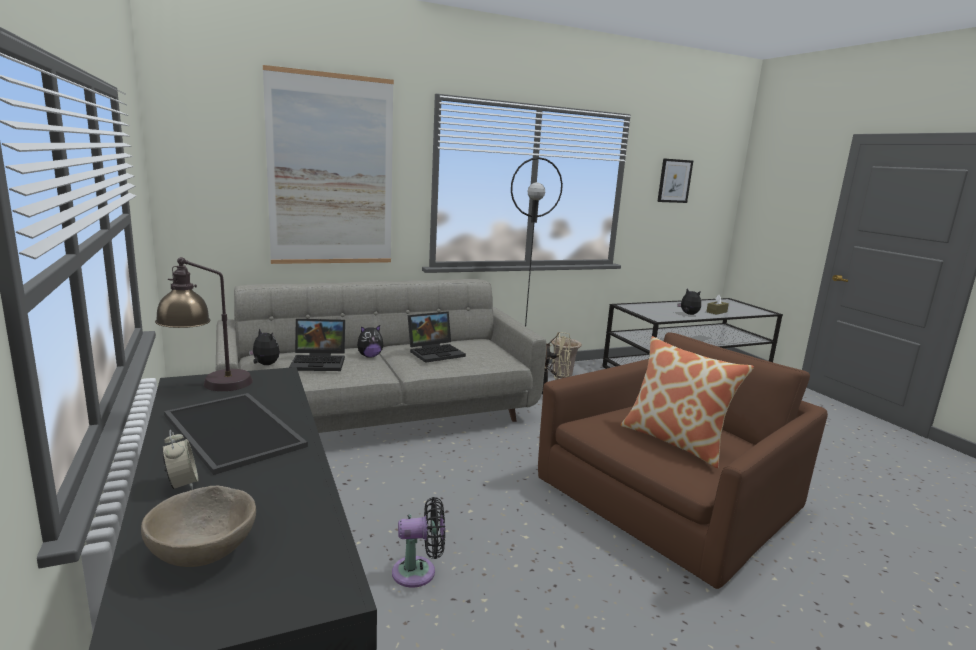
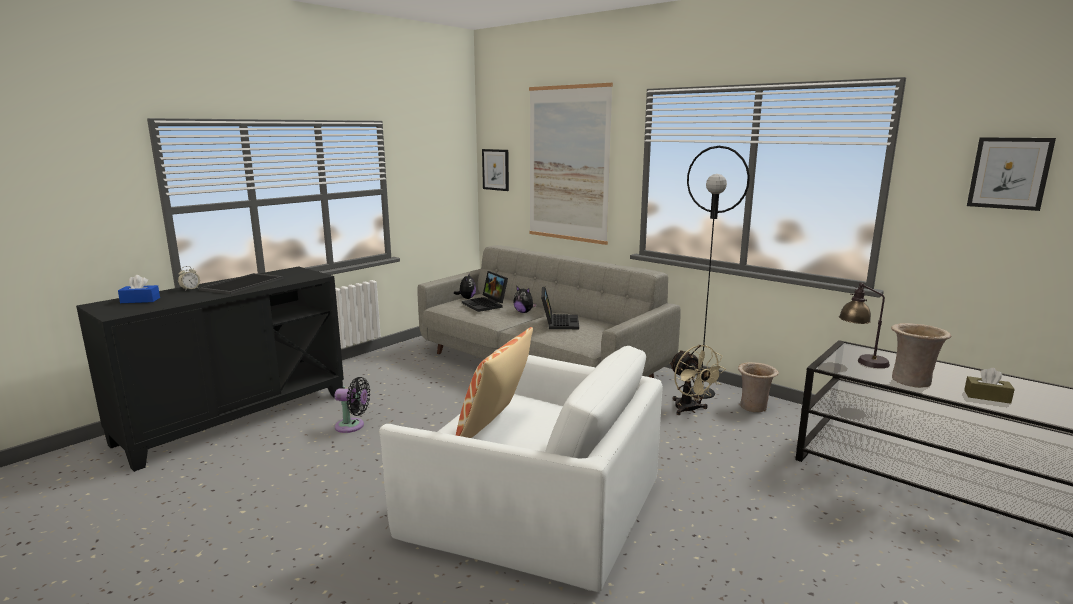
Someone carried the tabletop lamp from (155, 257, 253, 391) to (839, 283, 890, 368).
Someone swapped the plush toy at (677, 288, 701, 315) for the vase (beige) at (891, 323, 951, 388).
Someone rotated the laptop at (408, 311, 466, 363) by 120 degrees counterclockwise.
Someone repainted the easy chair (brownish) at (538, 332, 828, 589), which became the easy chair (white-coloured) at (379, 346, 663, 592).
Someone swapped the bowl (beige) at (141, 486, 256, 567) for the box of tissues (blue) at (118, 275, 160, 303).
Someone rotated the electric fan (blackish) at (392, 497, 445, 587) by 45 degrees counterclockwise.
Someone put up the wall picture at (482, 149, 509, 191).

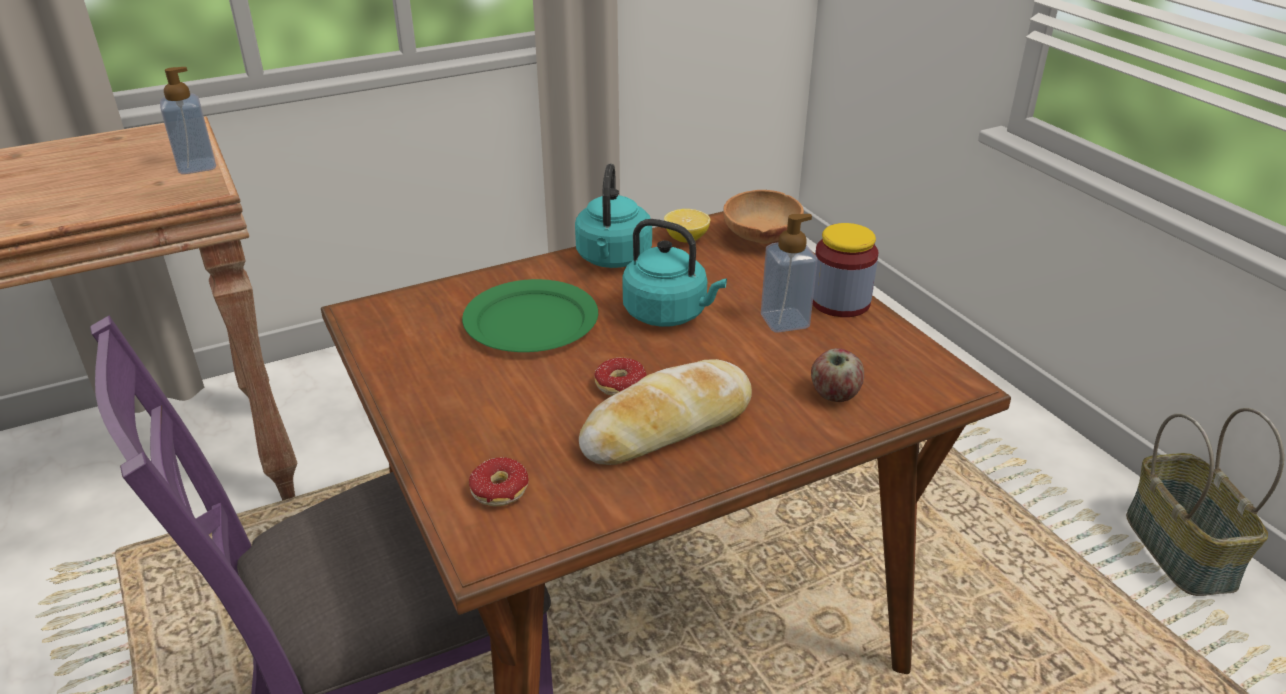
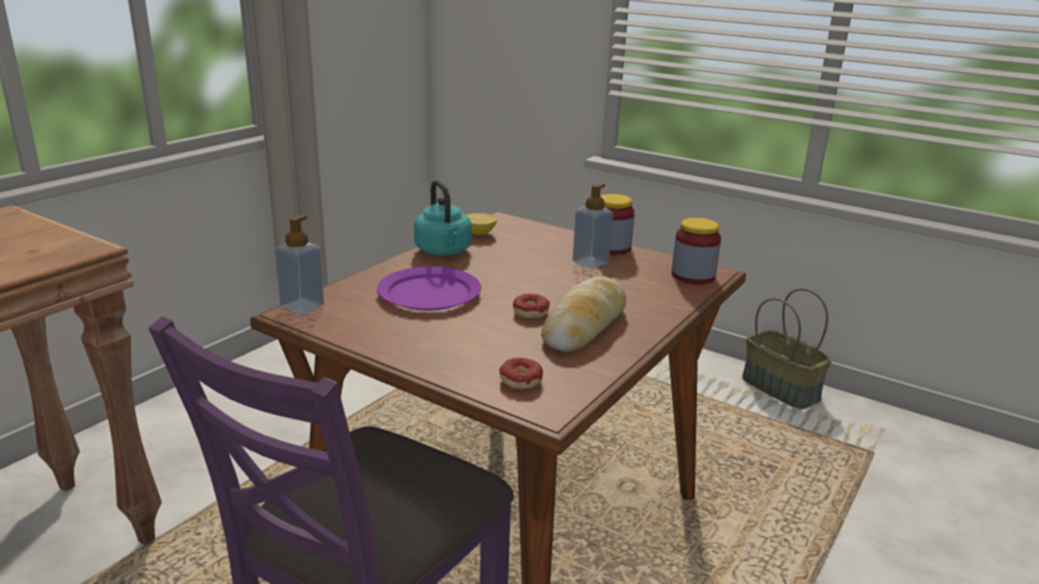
Someone carried the soap bottle from (160, 67, 216, 174) to (275, 215, 324, 315).
Someone took away the bowl (brownish) at (723, 190, 804, 244).
Someone took away the water kettle (turquoise) at (622, 219, 727, 327).
Someone repainted the dinner plate (green) at (462, 279, 598, 352), which became the dinner plate (purple) at (377, 267, 481, 311).
Someone took away the apple fruit at (811, 348, 864, 402).
Someone put down the jar at (671, 218, 721, 284).

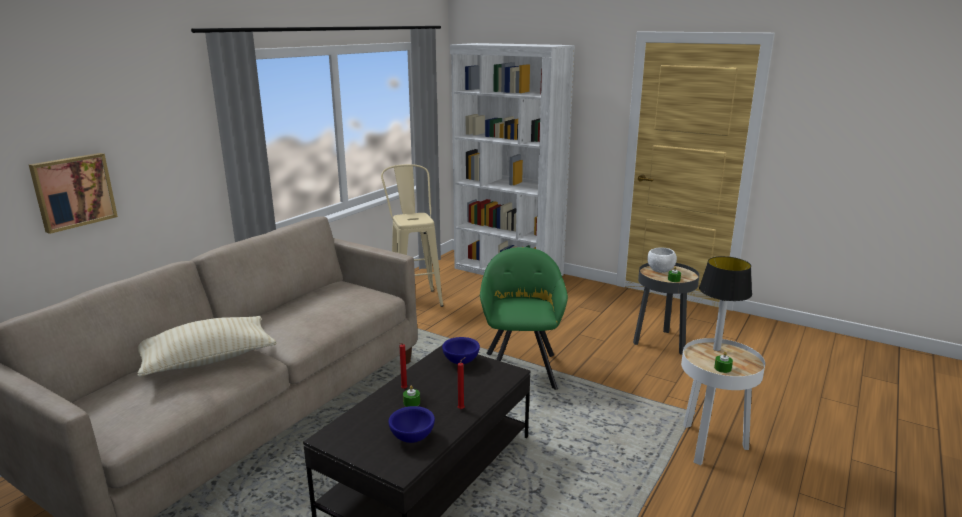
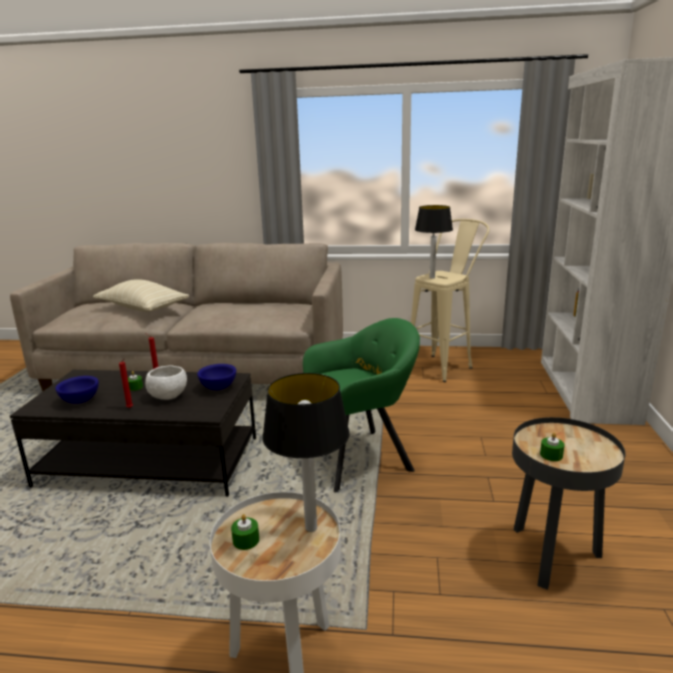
Someone took away the wall picture at (29, 153, 118, 234).
Someone carried the bowl (white-coloured) from (647, 247, 677, 273) to (145, 365, 187, 400).
Someone put down the tabletop lamp at (415, 205, 453, 279).

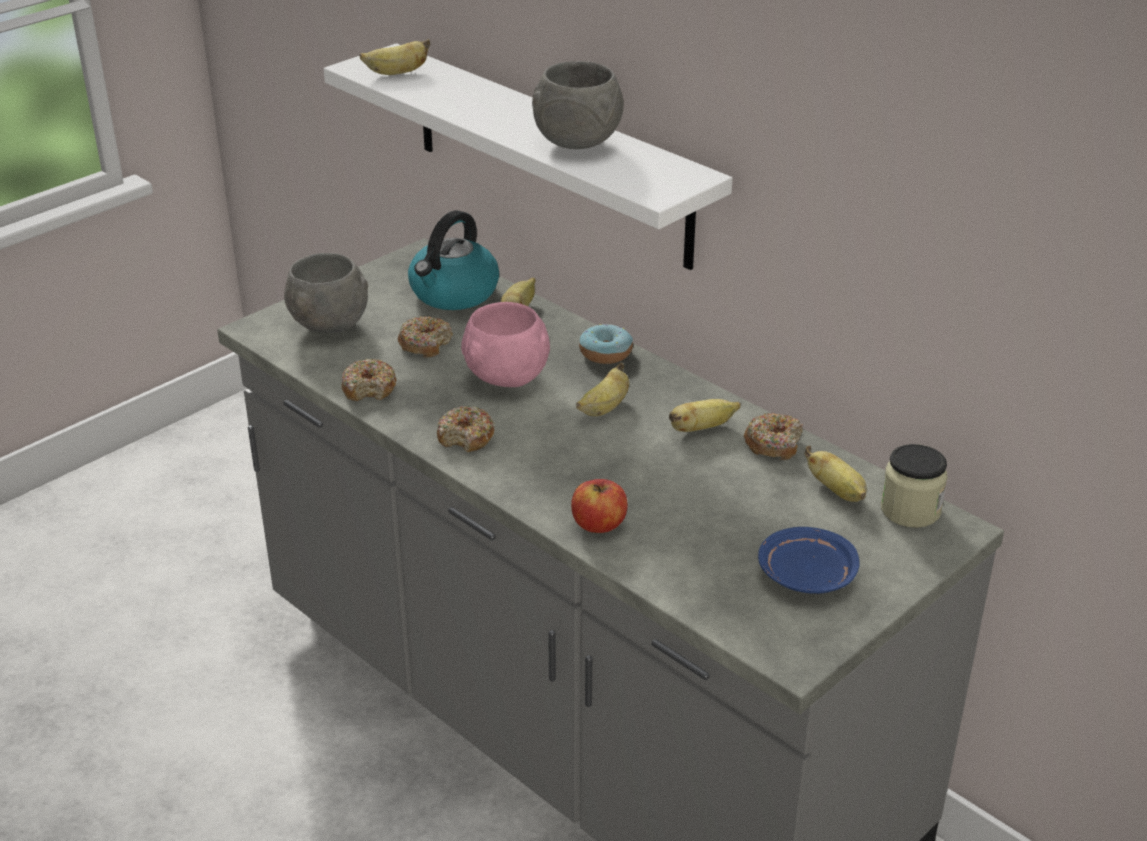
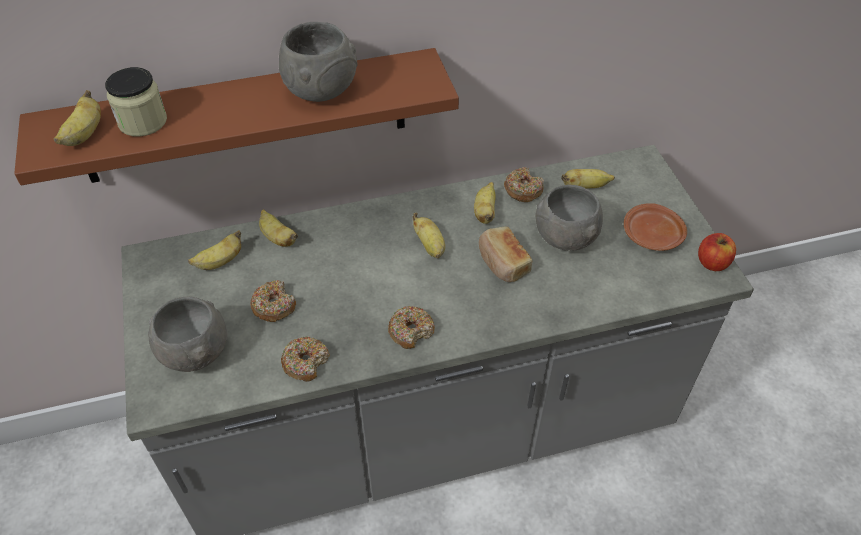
Someone repainted the wall shelf (white-coloured) at (324, 43, 733, 270), which became the wall shelf (brownish) at (14, 48, 459, 185).
Someone swapped the water kettle at (408, 210, 499, 310) for the whole banana at (188, 230, 241, 270).
Someone took away the bowl (pinkish) at (461, 302, 550, 387).
Someone took away the donut at (579, 324, 633, 364).
Someone carried the jar from (881, 444, 948, 528) to (105, 67, 167, 137).
Someone carried the apple fruit from (571, 479, 628, 533) to (698, 233, 736, 271).
Someone repainted the dinner plate (blue) at (758, 527, 859, 594), which became the dinner plate (brownish) at (624, 203, 687, 251).
Someone put down the bowl (greyish) at (535, 185, 603, 251).
Someone put down the bakery bread at (479, 226, 532, 282).

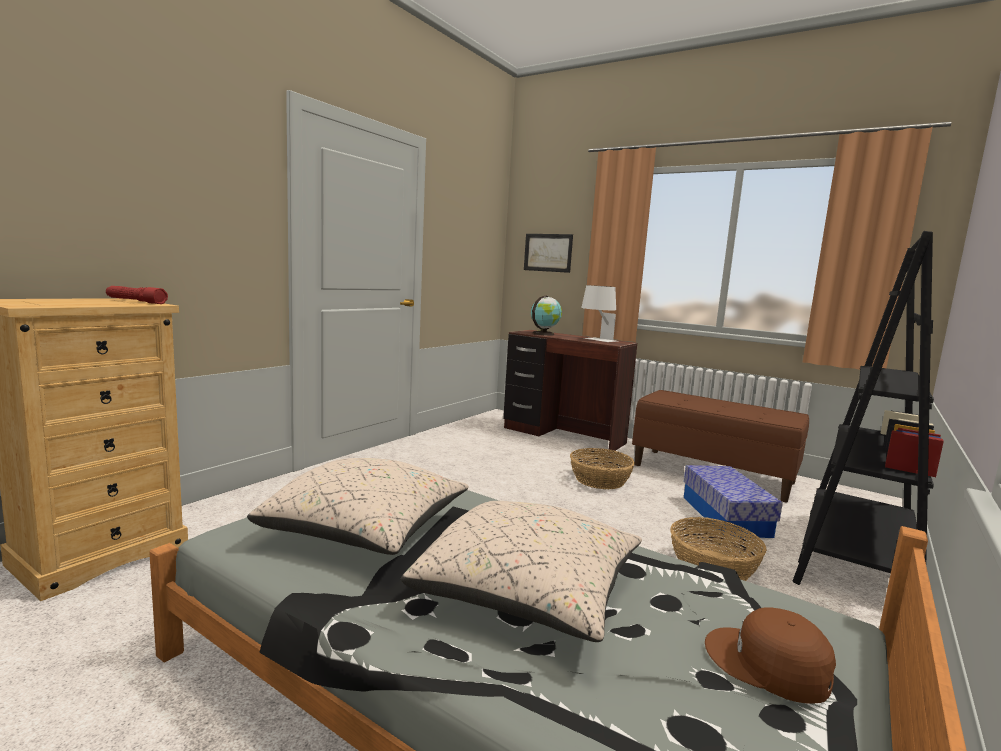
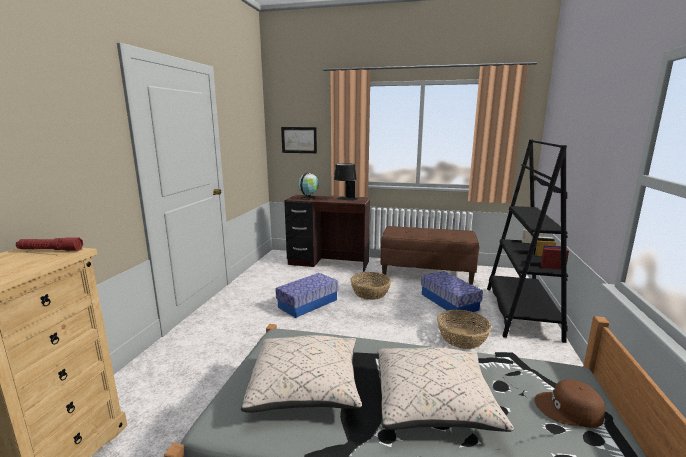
Someone repainted the tabletop lamp (white-coloured) at (581, 285, 617, 342), which became the tabletop lamp (blackish) at (334, 163, 359, 201).
Someone put down the storage bin at (275, 273, 338, 318).

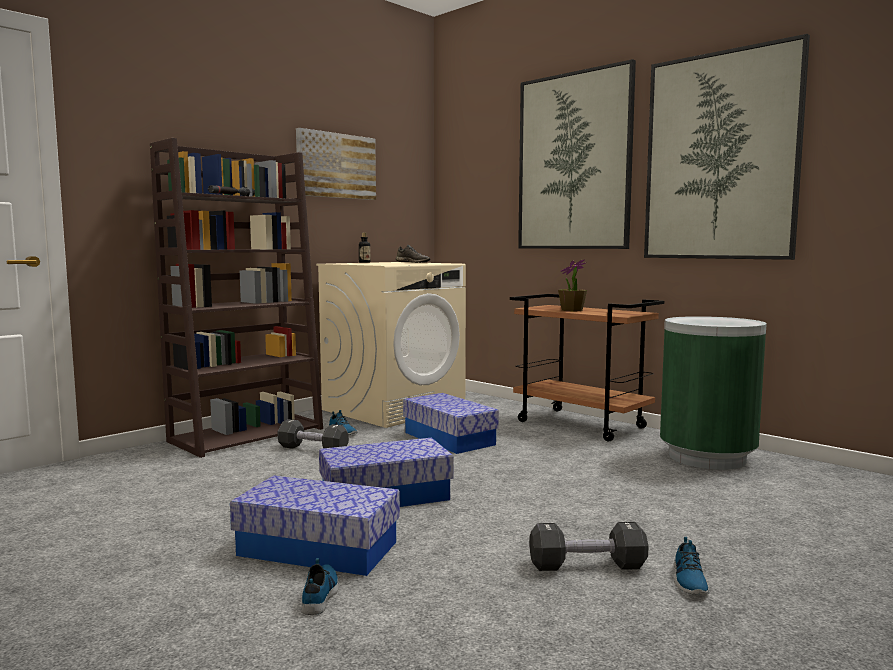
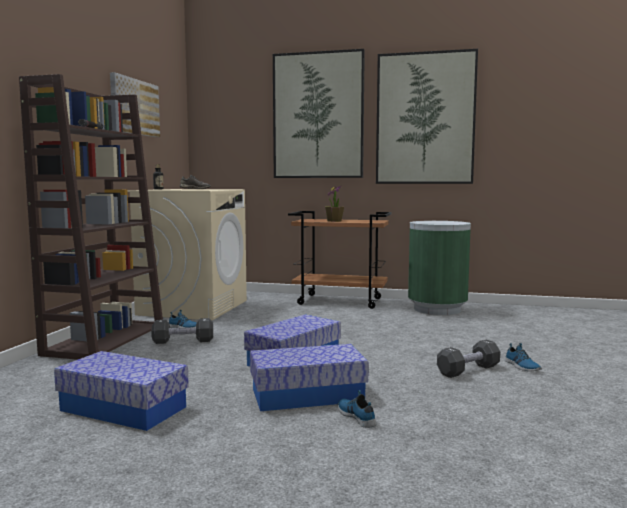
Someone carried the storage bin from (403, 393, 499, 454) to (54, 351, 189, 431).

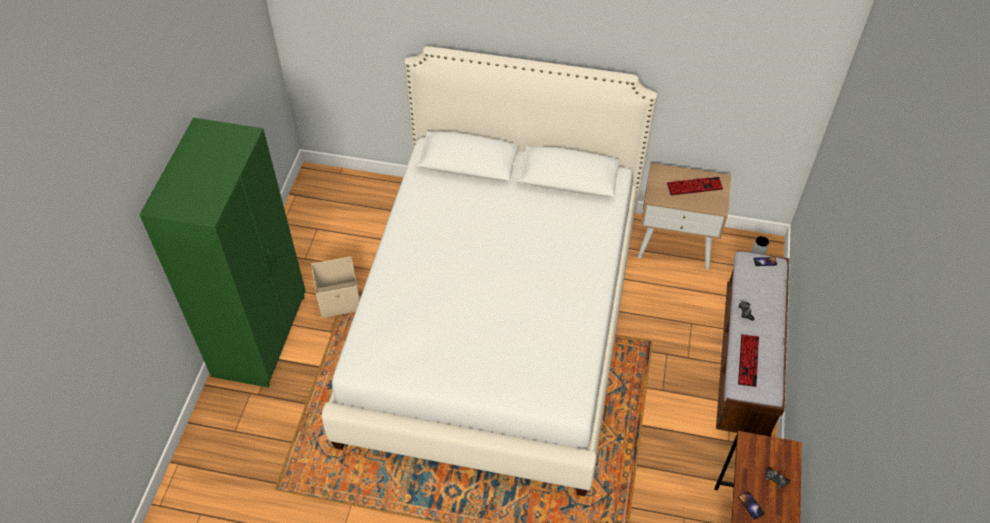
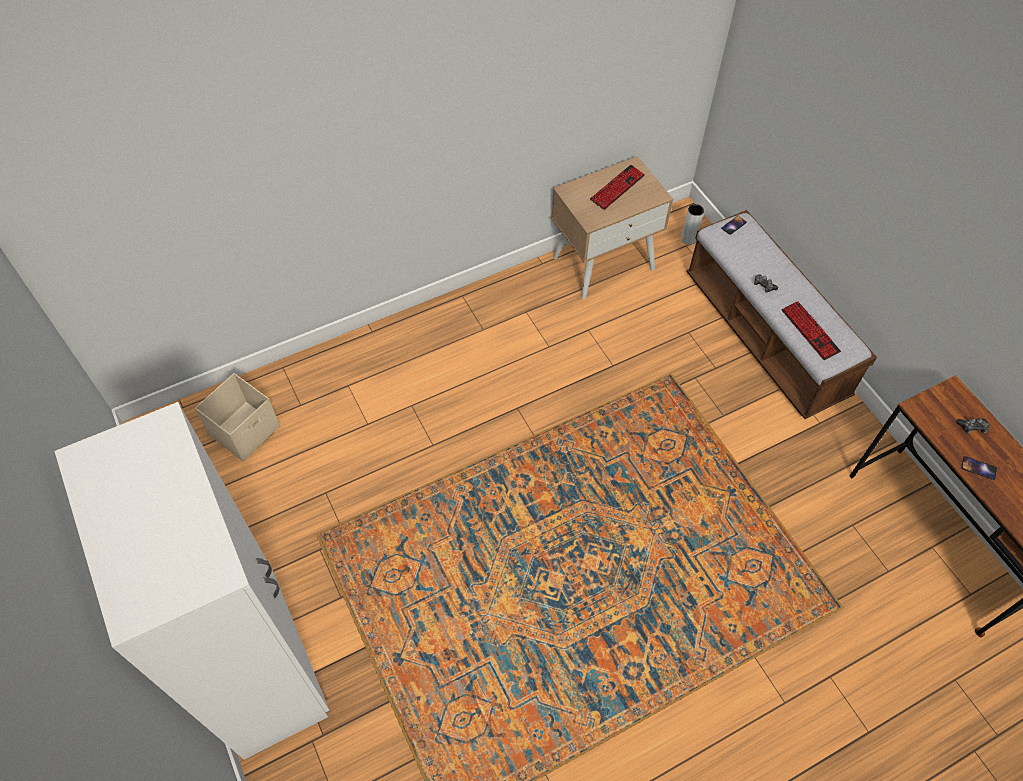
Someone took away the bed (white-coloured) at (322, 46, 657, 496).
Someone repainted the wardrobe (green) at (139, 118, 306, 388), which became the wardrobe (white-coloured) at (54, 402, 329, 760).
Someone carried the storage bin (beige) from (311, 256, 360, 318) to (195, 373, 280, 461).

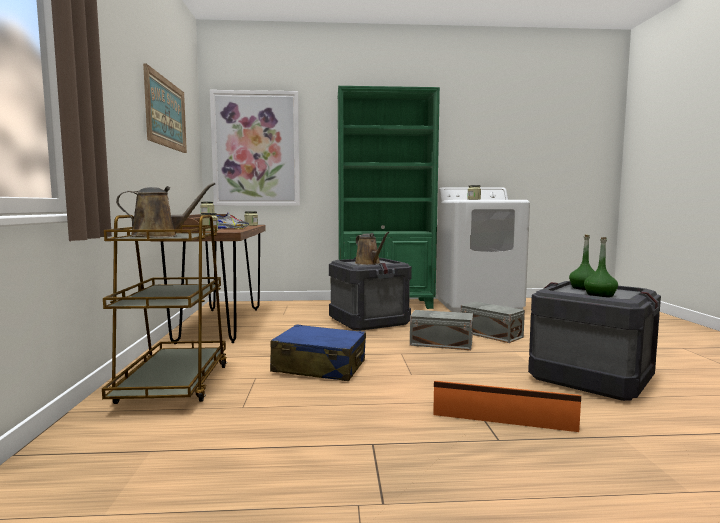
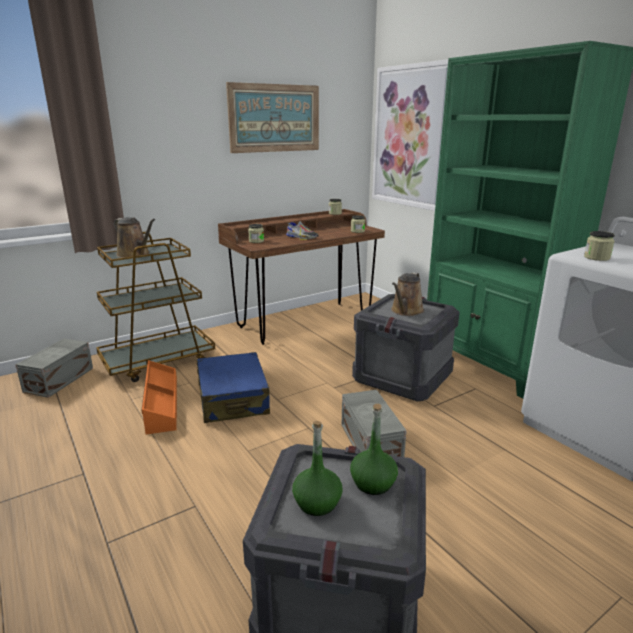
Someone carried the storage bin (greyish) from (460, 302, 525, 343) to (15, 339, 93, 398).
Someone carried the storage bin (orange) from (433, 381, 581, 432) to (142, 360, 177, 434).

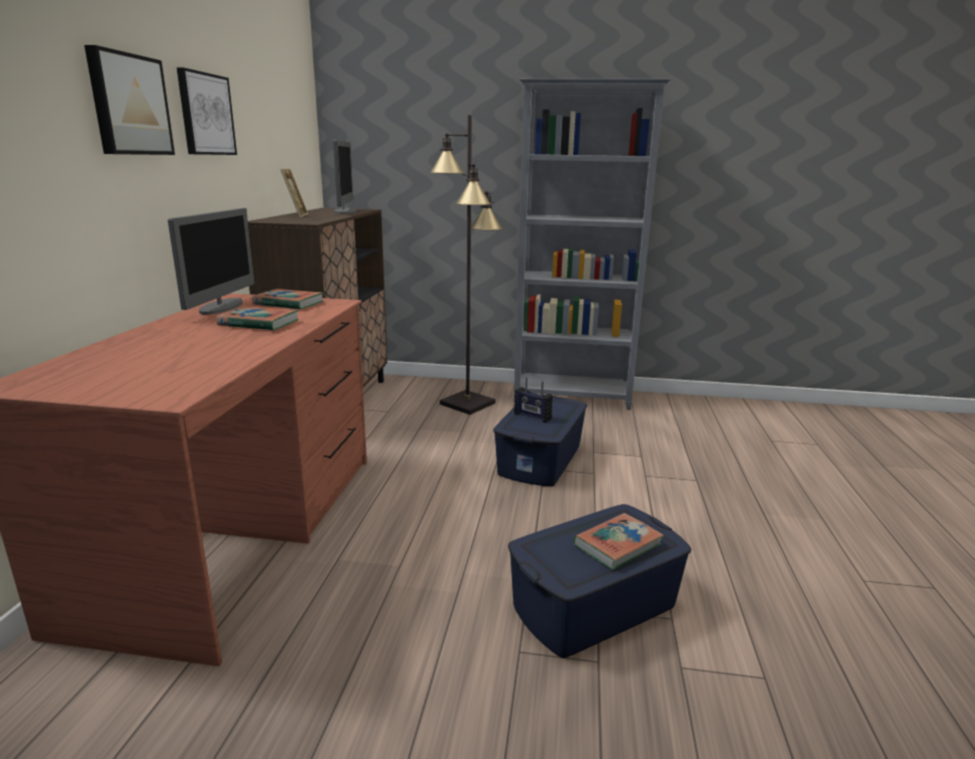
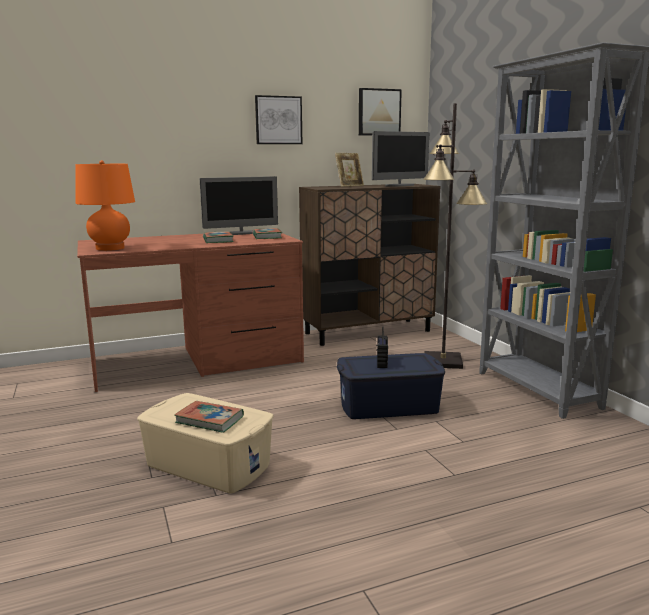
Someone carried the wall picture from (84, 45, 175, 155) to (359, 88, 402, 136).
Someone repainted the storage bin (blue) at (508, 504, 691, 658), which became the storage bin (beige) at (137, 393, 274, 494).
Someone put down the tabletop lamp (orange) at (75, 160, 135, 251).

